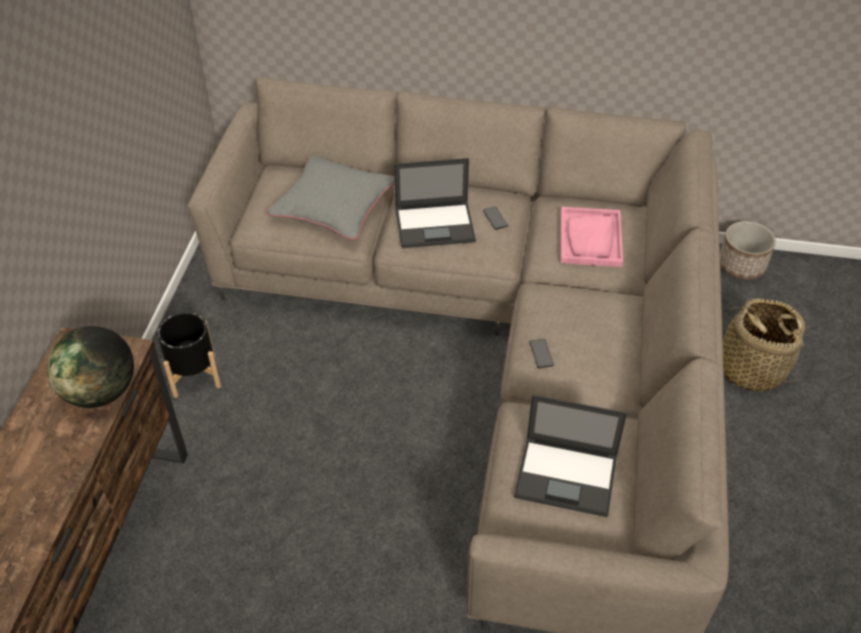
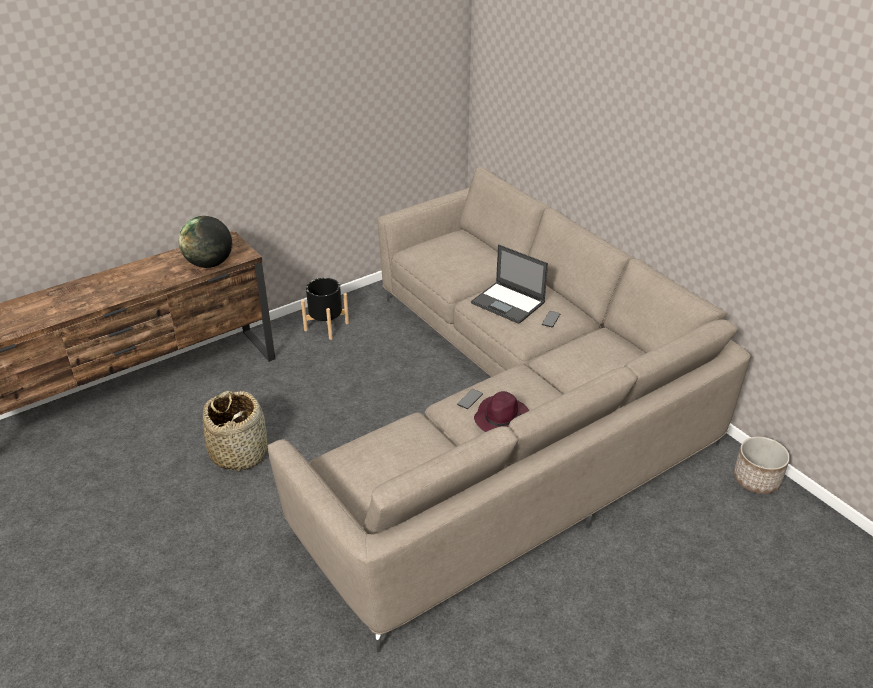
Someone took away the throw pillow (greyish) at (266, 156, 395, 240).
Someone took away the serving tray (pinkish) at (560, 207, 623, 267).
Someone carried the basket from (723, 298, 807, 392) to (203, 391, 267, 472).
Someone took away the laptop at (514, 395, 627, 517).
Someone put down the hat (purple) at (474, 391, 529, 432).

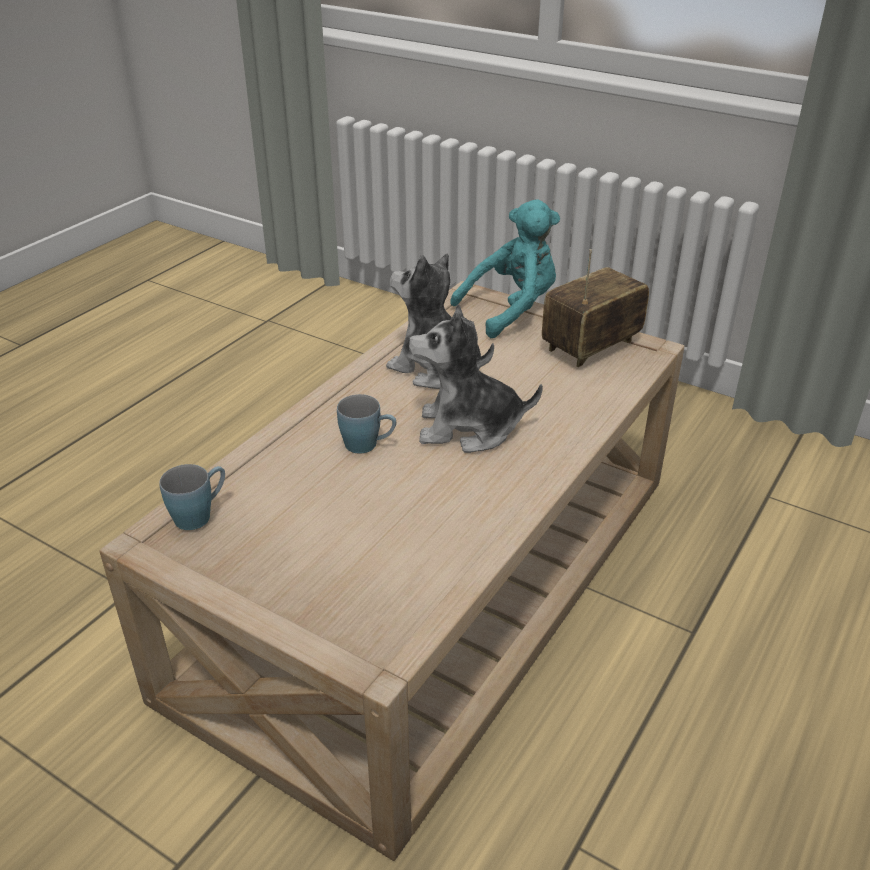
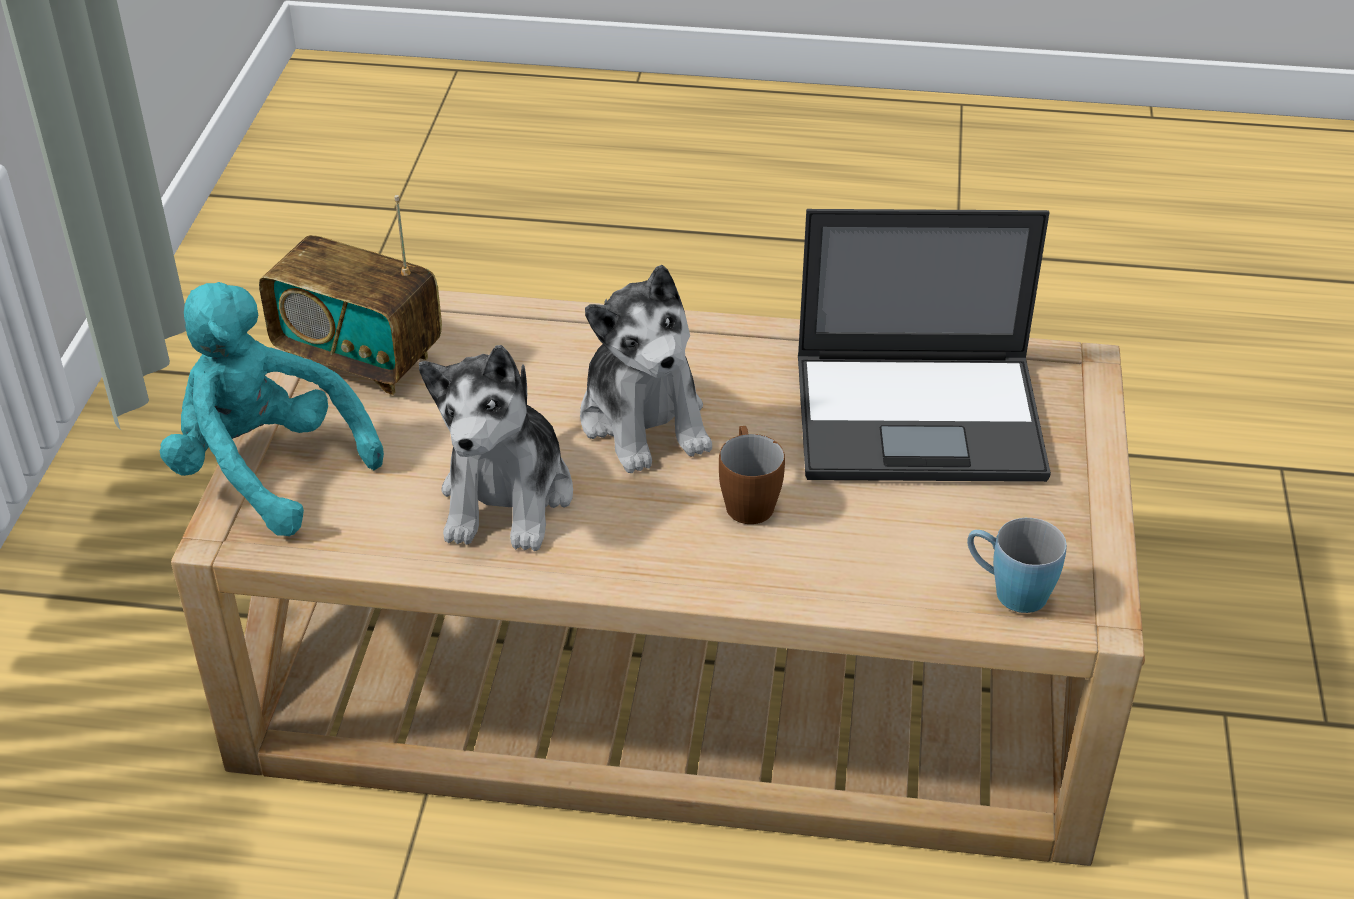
Someone repainted the tea mug (blue) at (337, 394, 396, 454), which became the tea mug (brownish) at (719, 426, 785, 524).
Someone put down the laptop at (798, 209, 1051, 482).

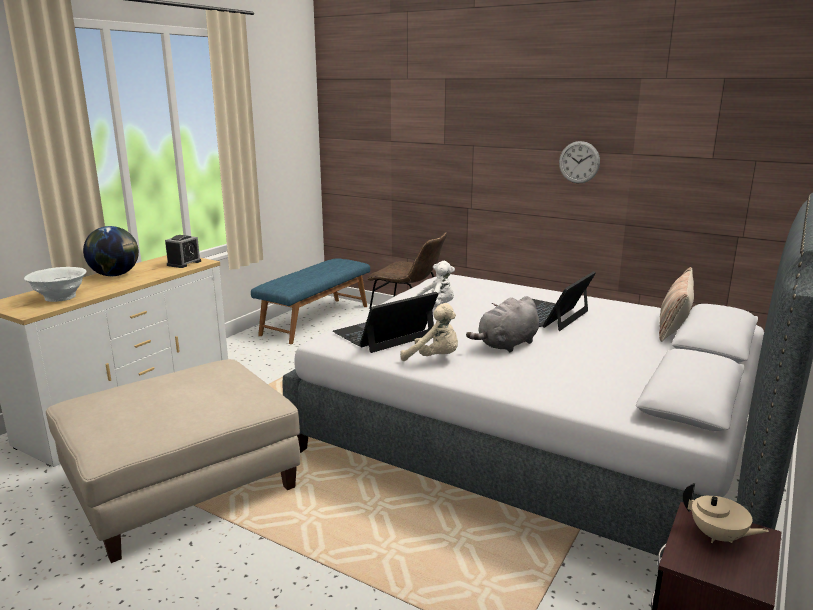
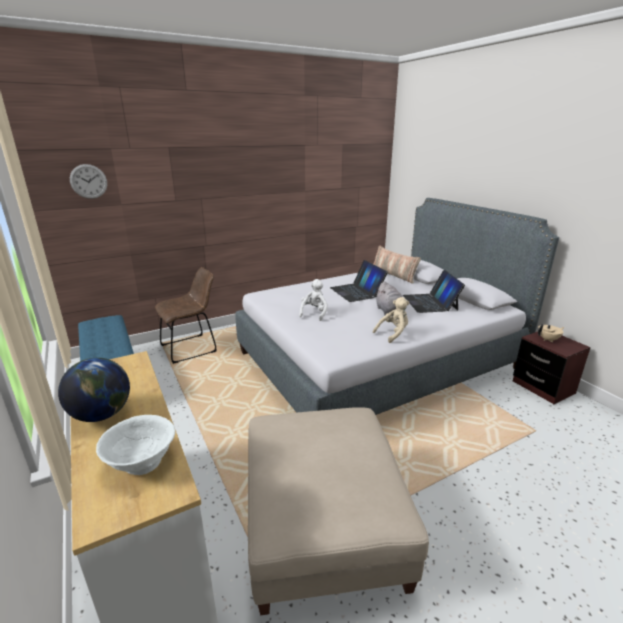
Someone carried the wall clock from (559, 141, 600, 183) to (70, 164, 107, 199).
Someone took away the bedside clock at (165, 235, 201, 268).
Someone carried the laptop from (333, 292, 438, 353) to (403, 270, 465, 313).

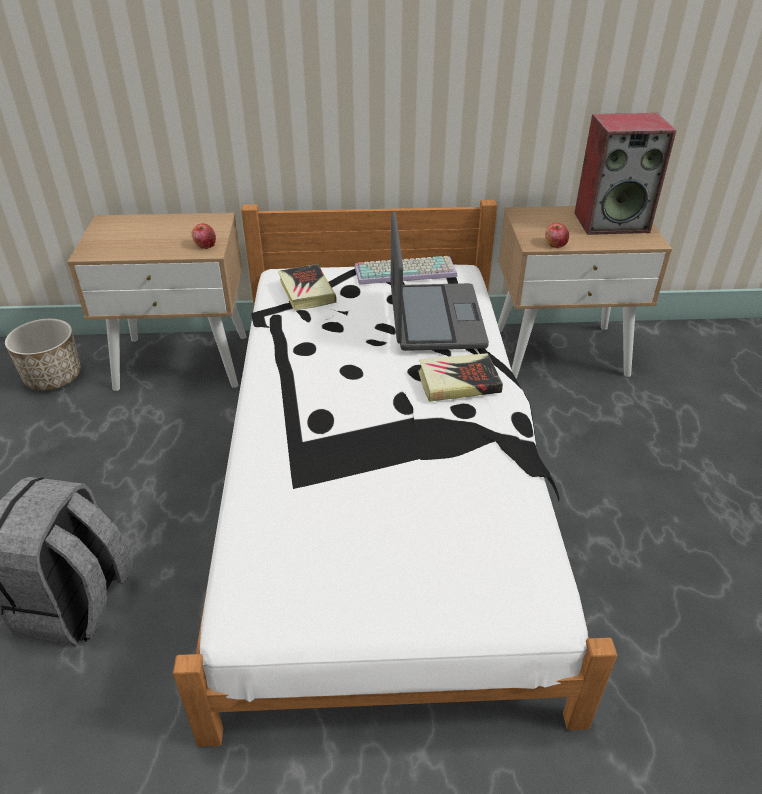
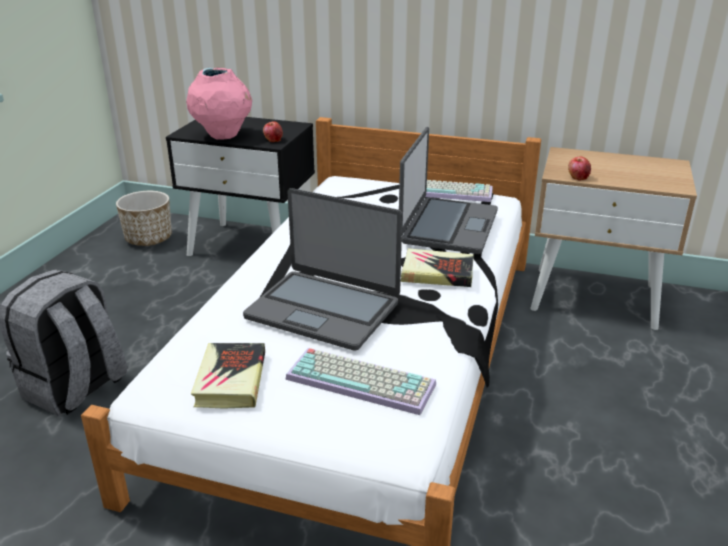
Someone took away the audio speaker at (574, 113, 677, 235).
Someone repainted the night table (beige) at (68, 213, 247, 391), which became the night table (blackish) at (166, 117, 315, 256).
Someone carried the volume from (278, 264, 337, 310) to (191, 343, 265, 409).
Someone put down the vase (pinkish) at (186, 68, 252, 140).
Someone put down the laptop at (243, 188, 402, 351).
Someone put down the keyboard at (285, 348, 436, 415).

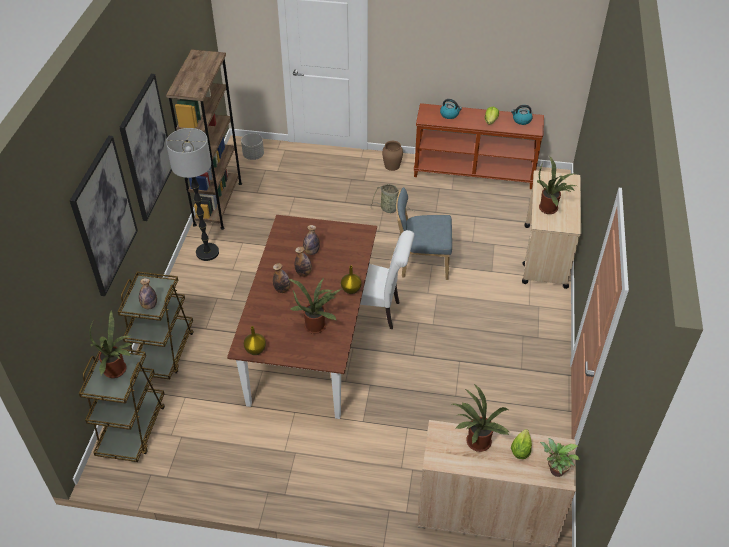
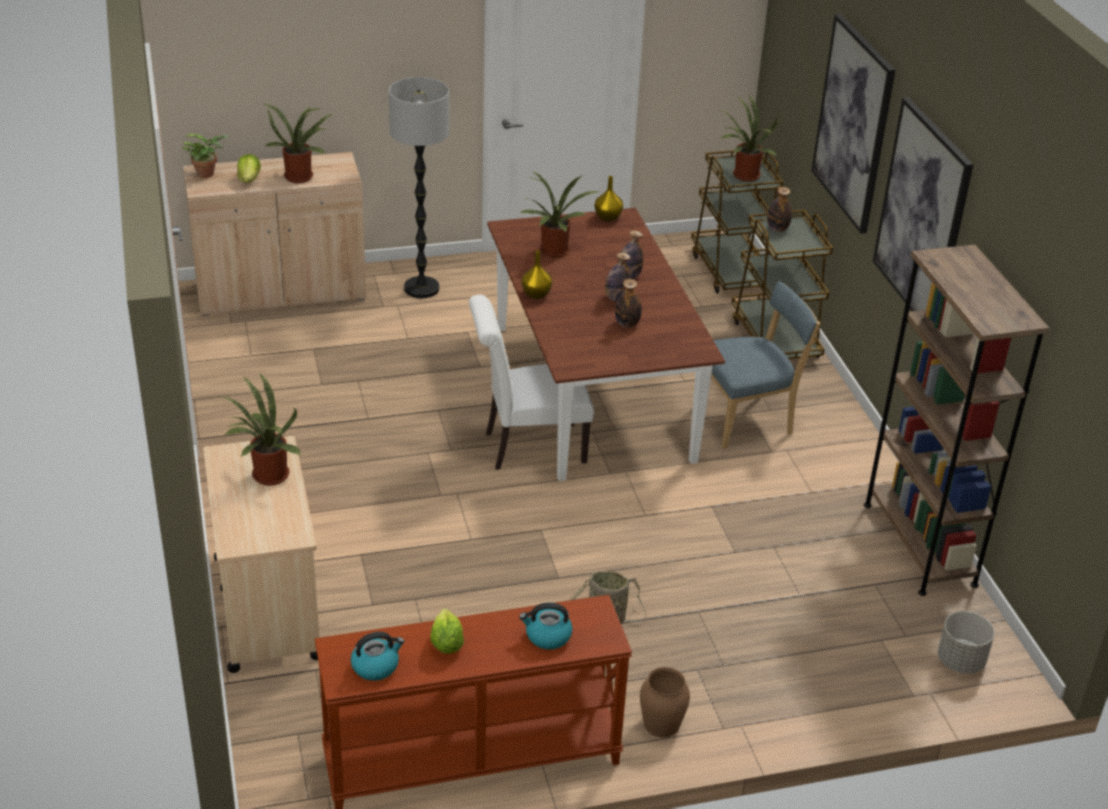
Someone carried the standing lamp from (166, 128, 219, 261) to (389, 77, 449, 298).
Someone carried the chair (blue) from (396, 187, 452, 280) to (711, 281, 820, 449).

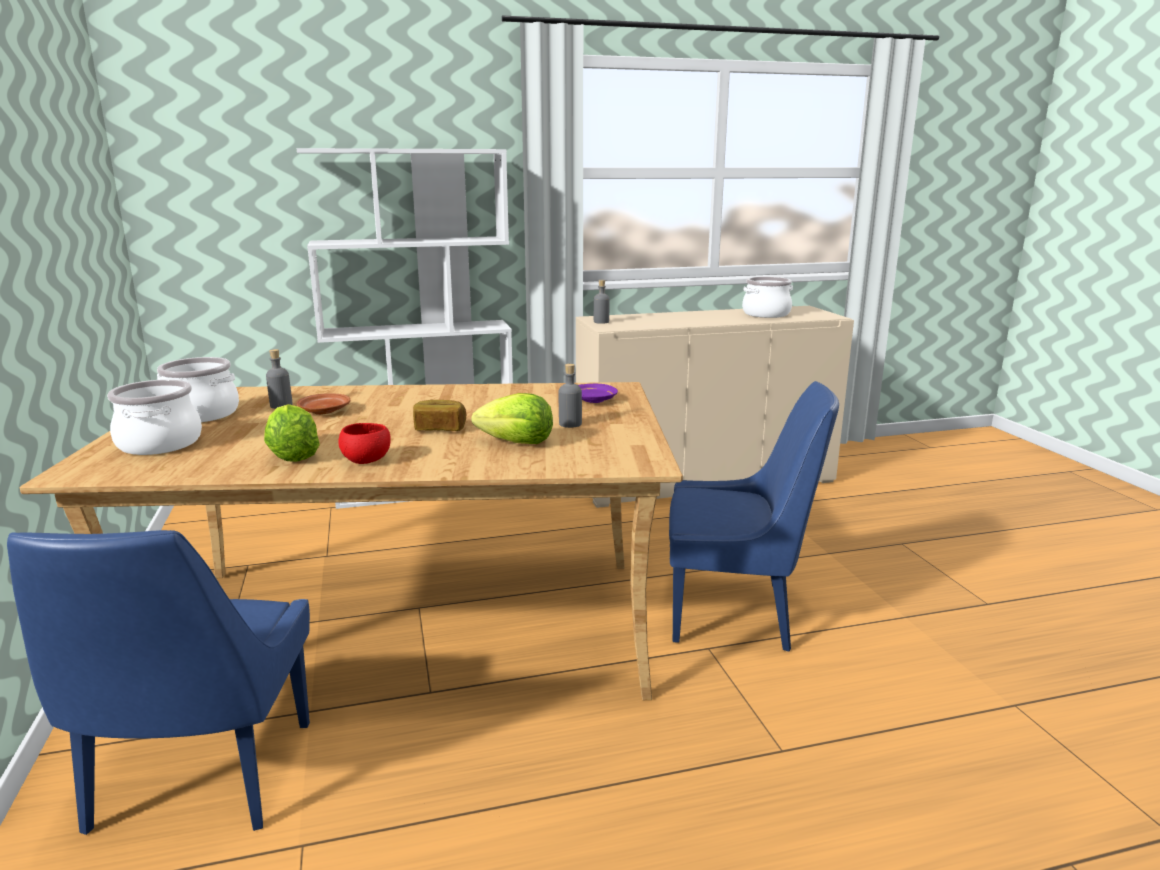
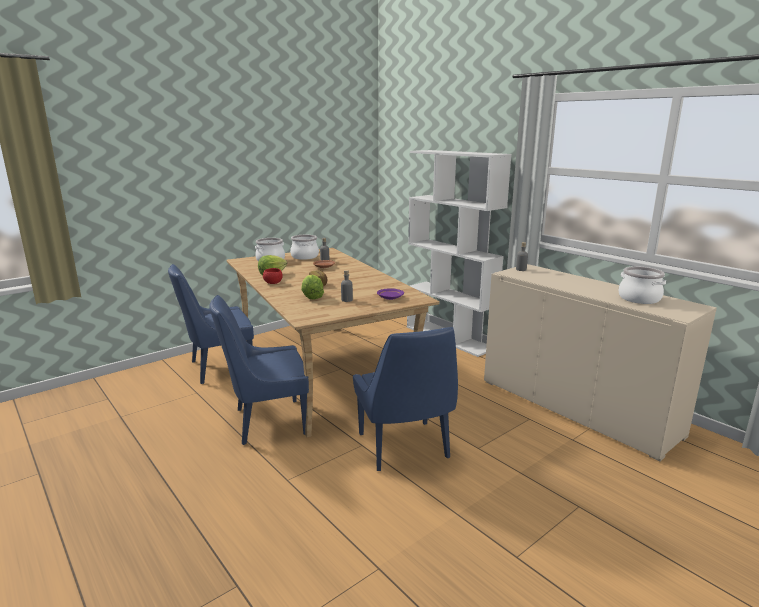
Someone put down the chair (blue) at (209, 295, 309, 445).

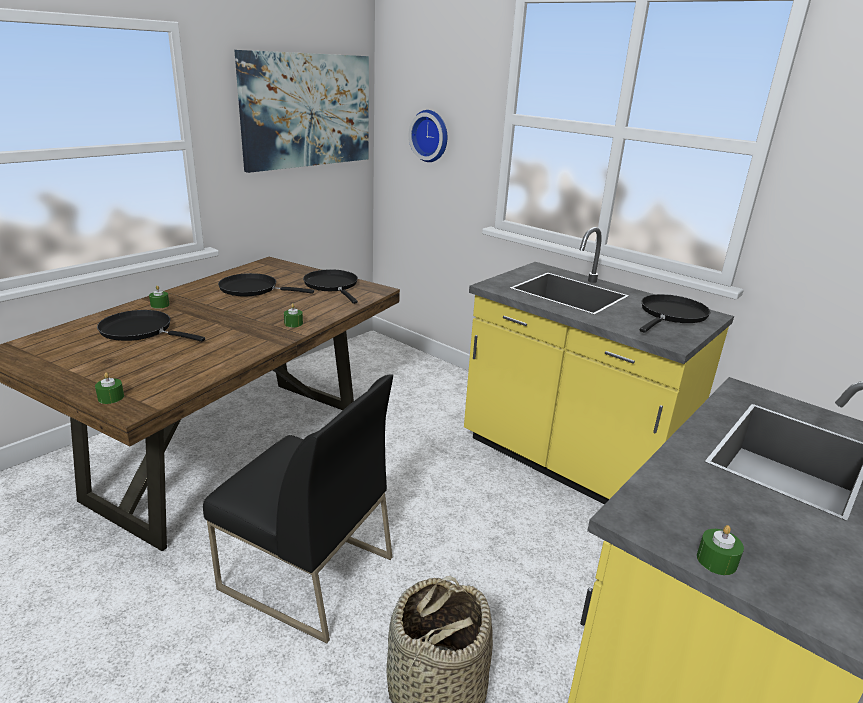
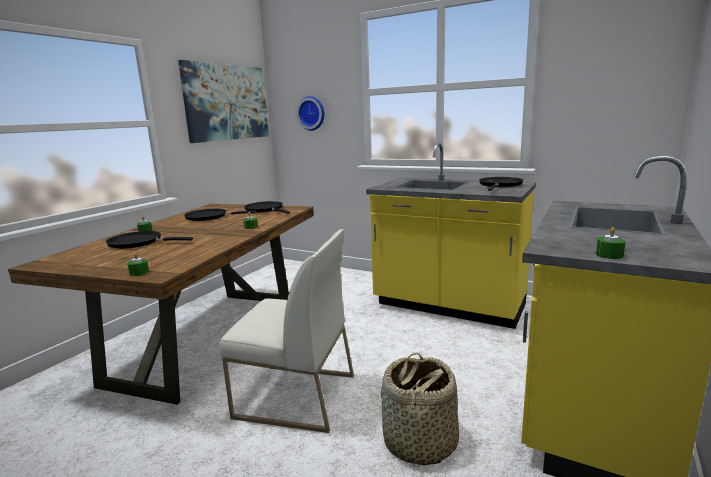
Someone repainted the chair (blackish) at (203, 374, 393, 643), which became the chair (white-coloured) at (219, 229, 354, 433).

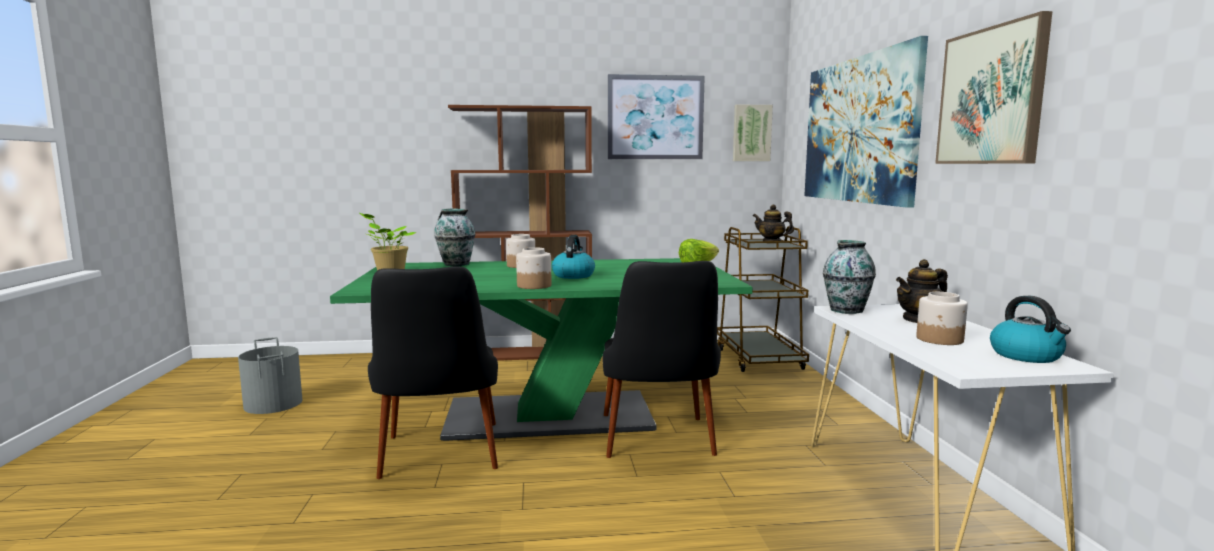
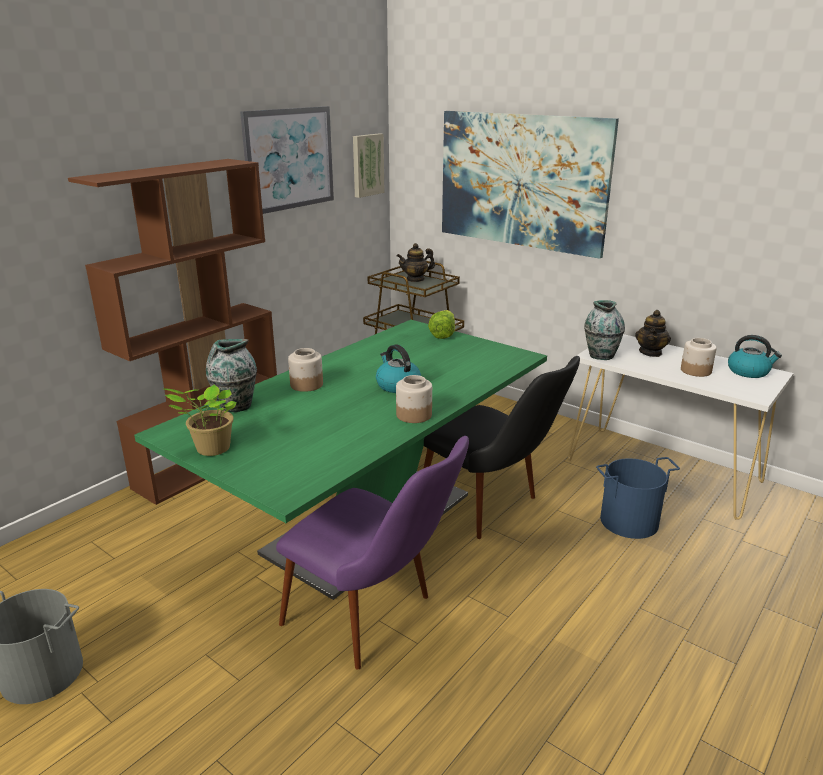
Someone took away the wall picture at (935, 11, 1053, 164).
Someone repainted the chair (blackish) at (368, 266, 498, 479), which became the chair (purple) at (276, 436, 469, 670).
Someone put down the water bucket (blue) at (596, 457, 680, 539).

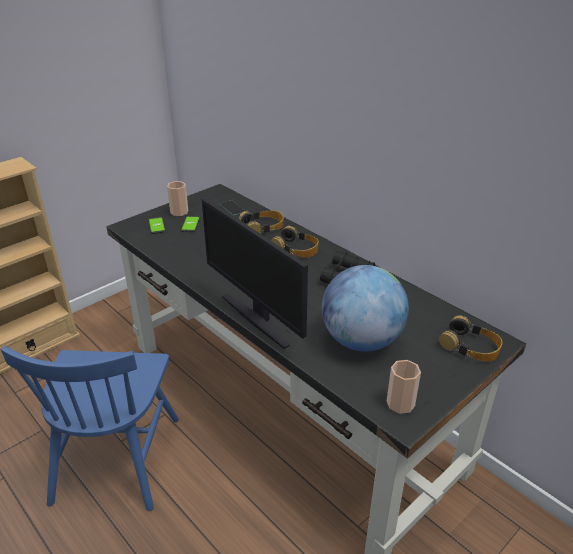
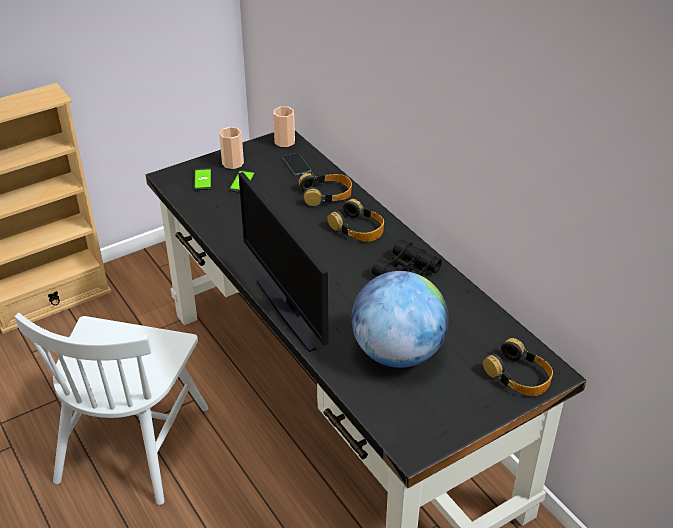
Someone repainted the chair (blue) at (1, 346, 179, 511), which became the chair (white-coloured) at (15, 313, 208, 505).
Someone carried the cup from (387, 360, 421, 414) to (273, 106, 295, 147).

